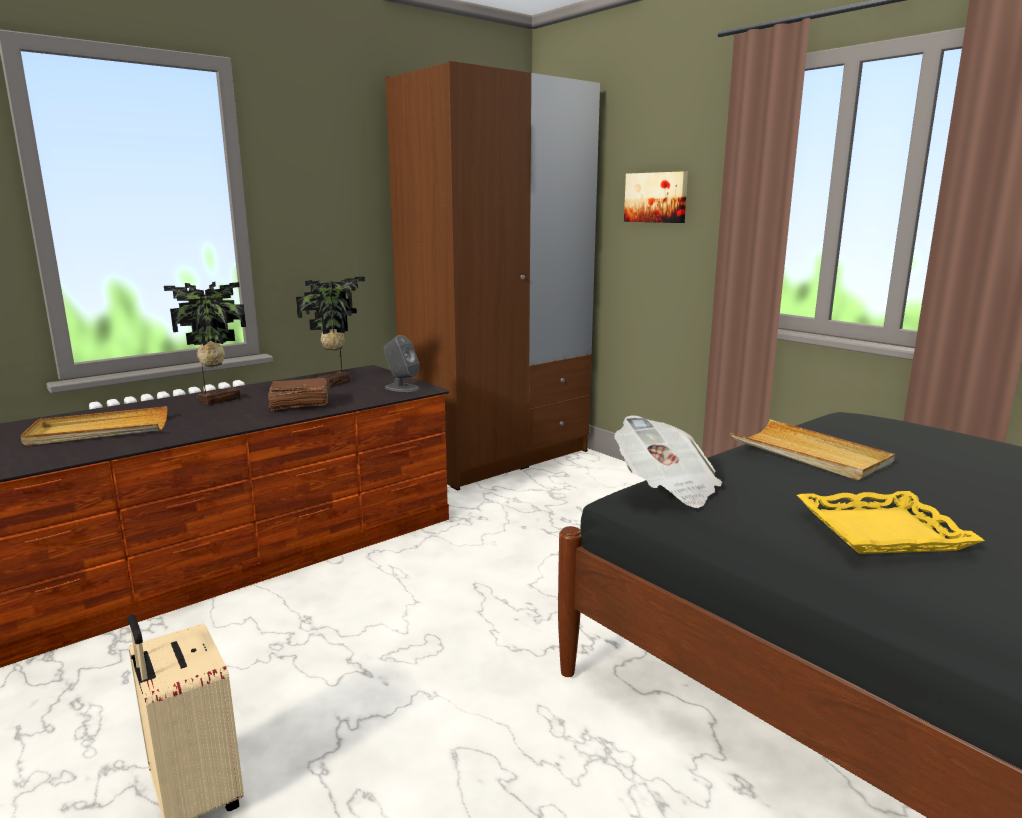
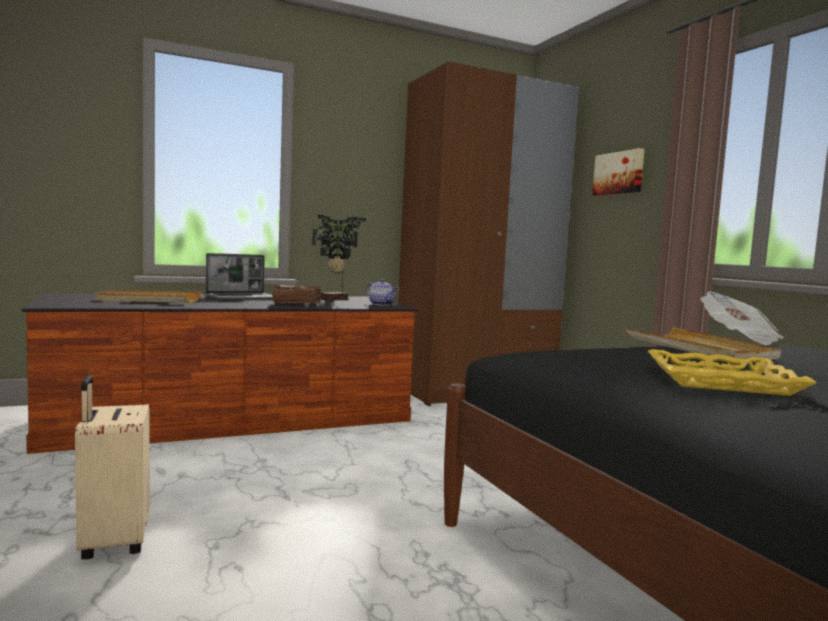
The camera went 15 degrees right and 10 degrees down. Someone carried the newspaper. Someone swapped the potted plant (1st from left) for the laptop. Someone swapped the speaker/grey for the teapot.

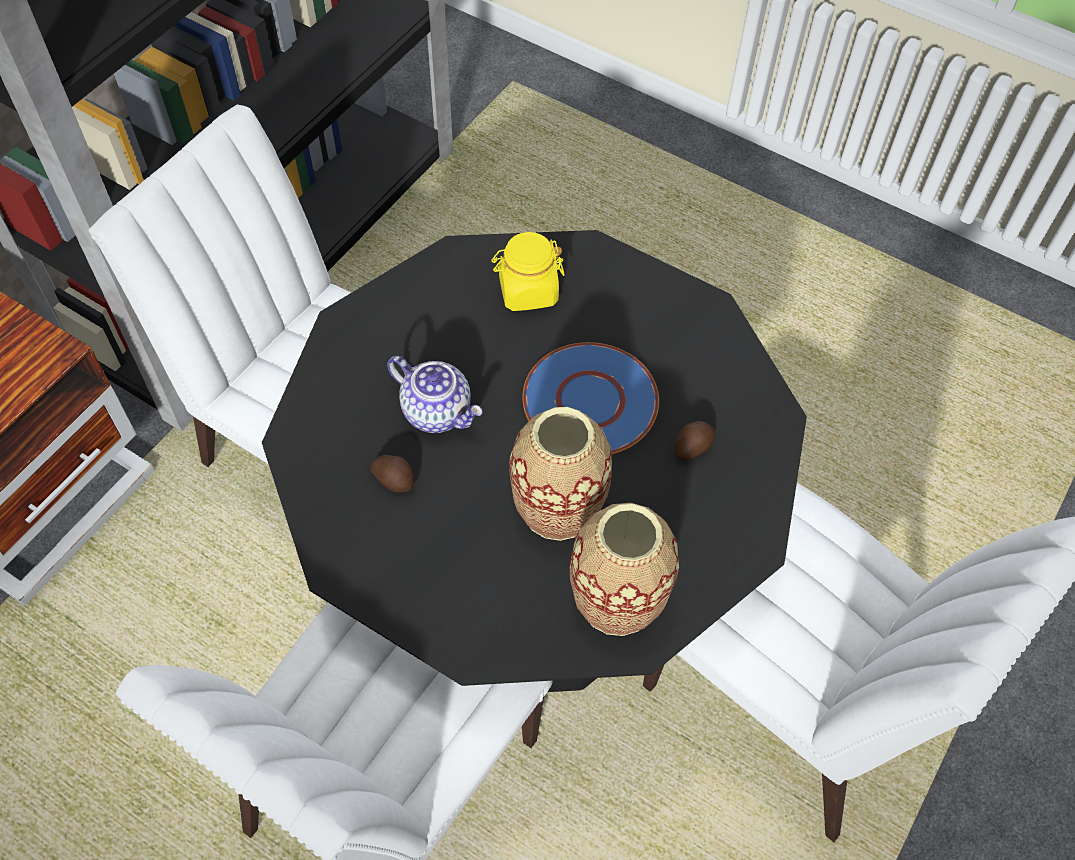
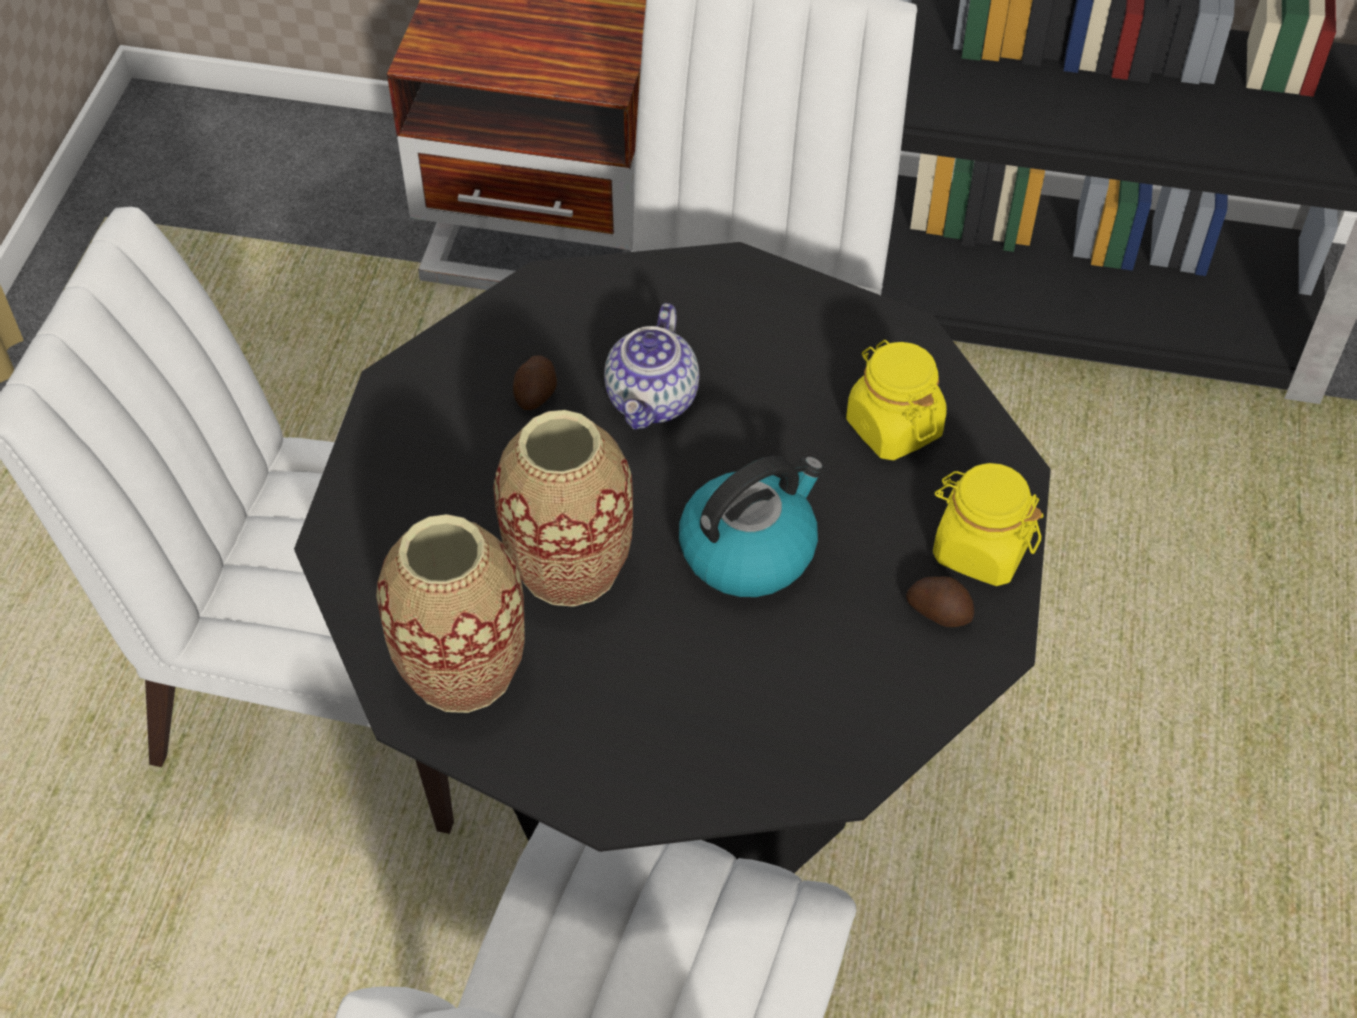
The camera went 70 degrees right and 5 degrees down. Someone put down the jar/yellow (2nd from left). Someone carried the potato (2nd from left). Someone swapped the plate/blue for the kettle.

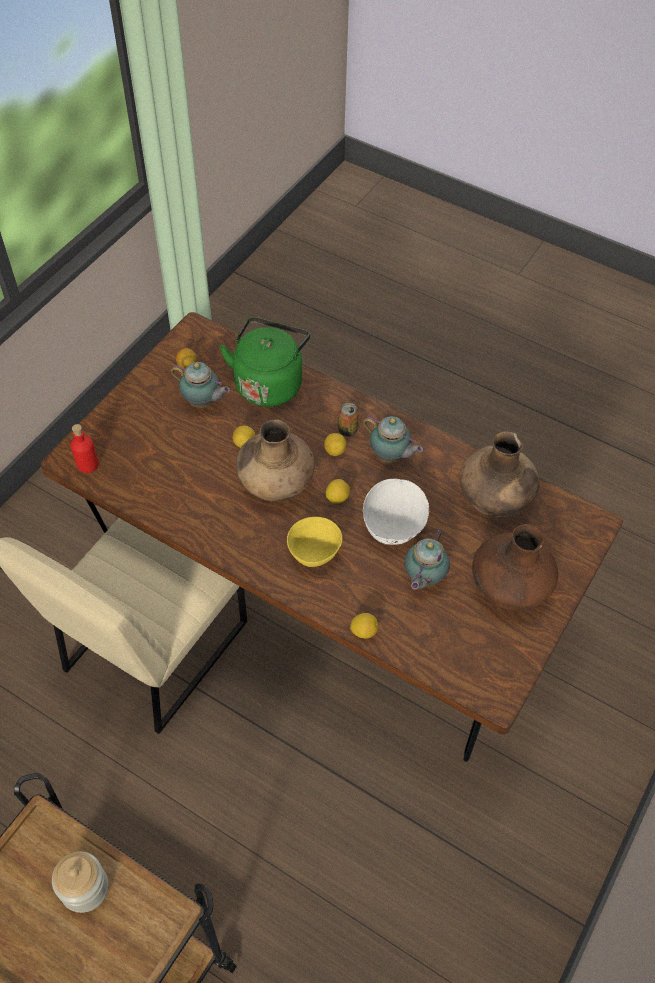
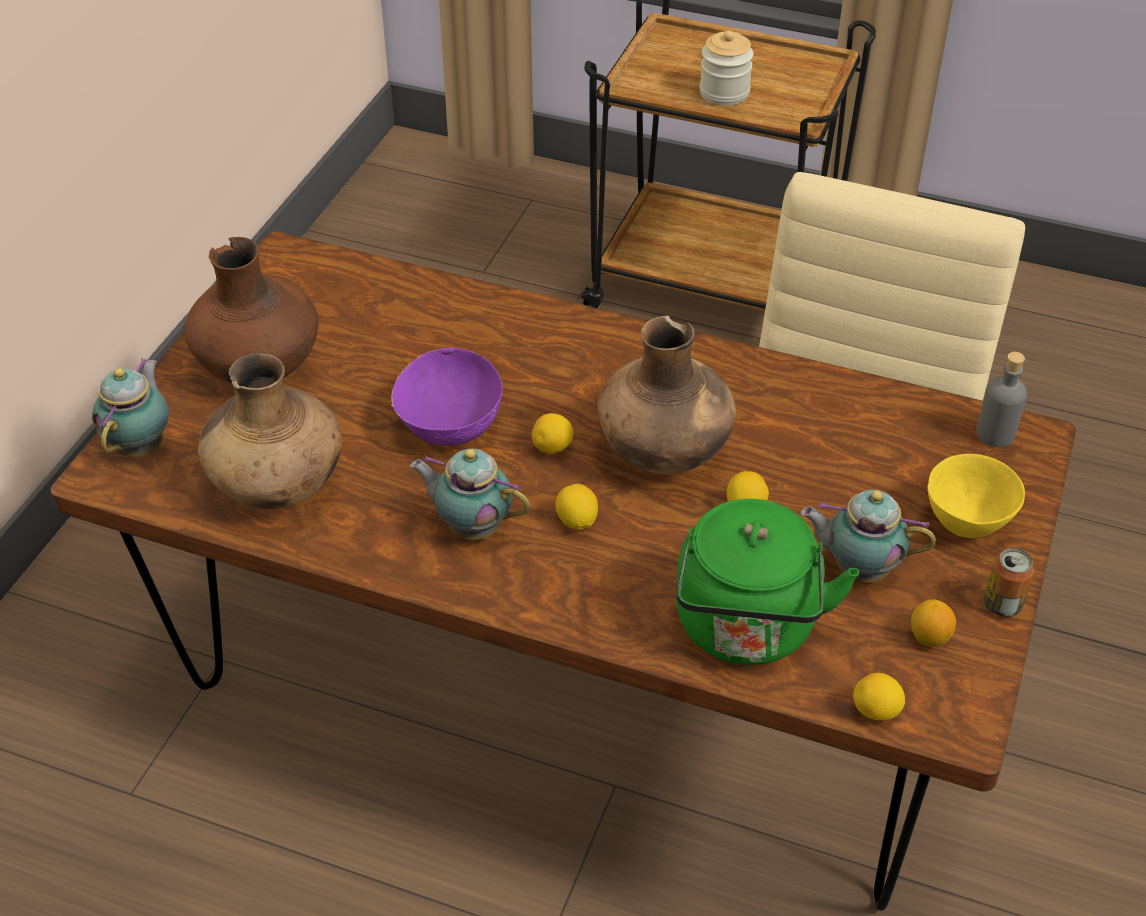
The camera went 170 degrees right and 10 degrees down. Someone carried the bowl/yellow. Someone carried the can. Someone carried the lemon (5th from left in the first image). Someone carried the teapot (3rd from left in the first image). Someone repainted the bottle/red, which became the bottle/grey. Someone repainted the bowl/white, which became the bowl/purple.

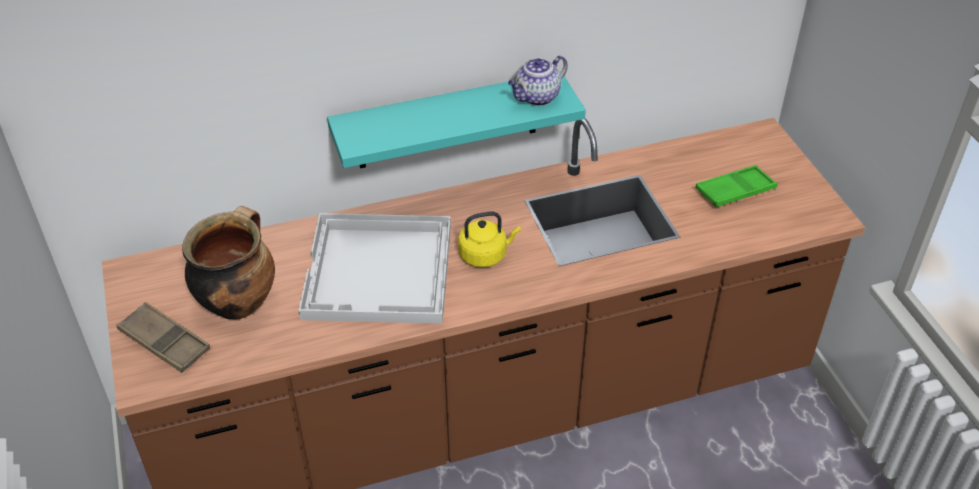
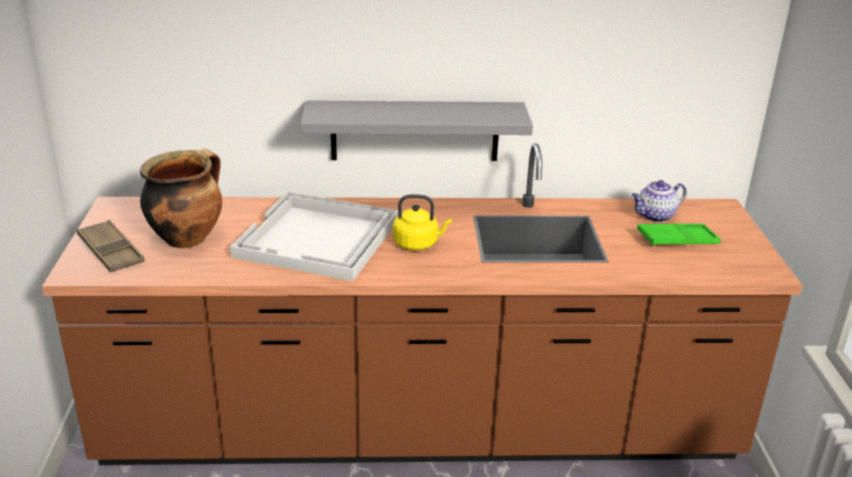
The camera went 15 degrees right and 15 degrees down. Someone carried the teapot. Someone repainted the shelf/turquoise, which became the shelf/grey.

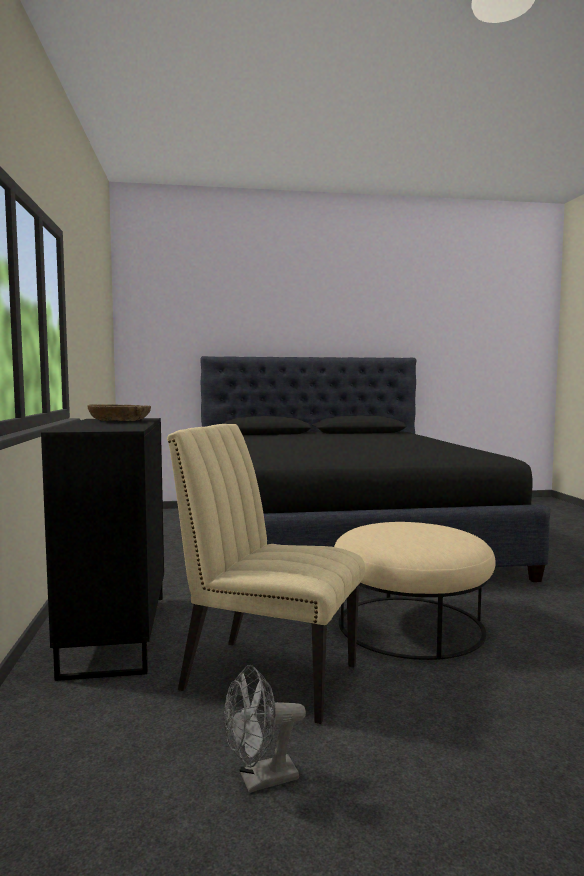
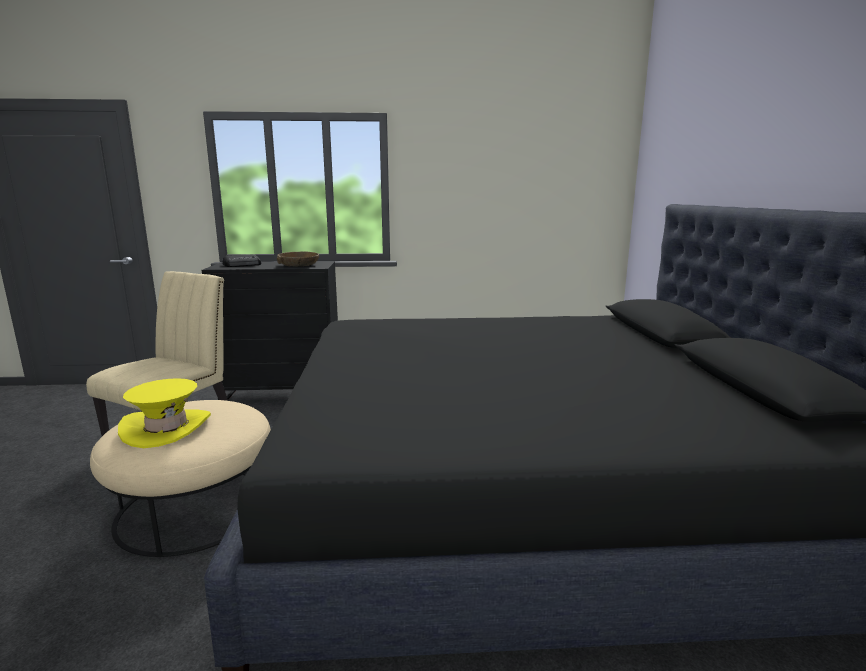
The camera went 95 degrees right and 10 degrees up. Someone took away the fan/grey. Someone put down the hat/yellow. Someone put down the radio.

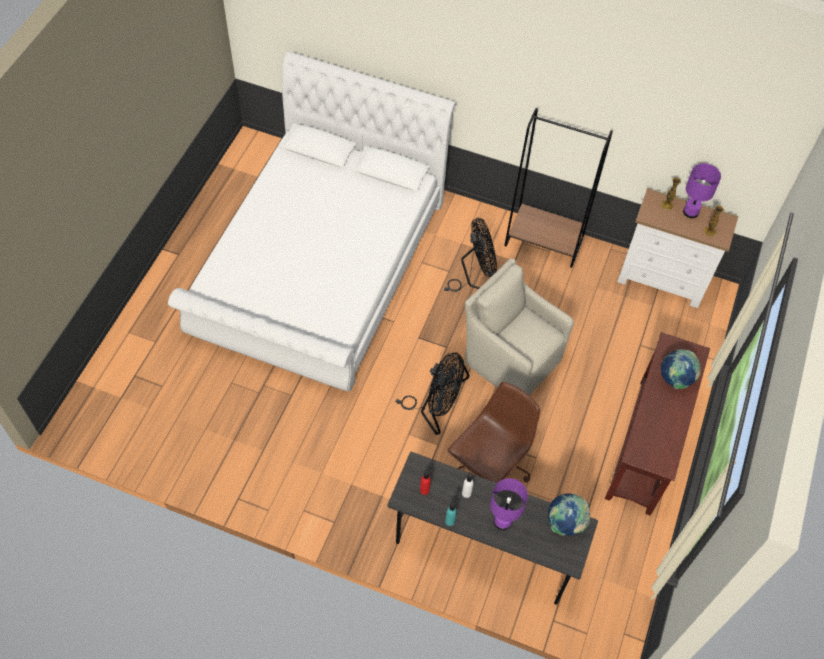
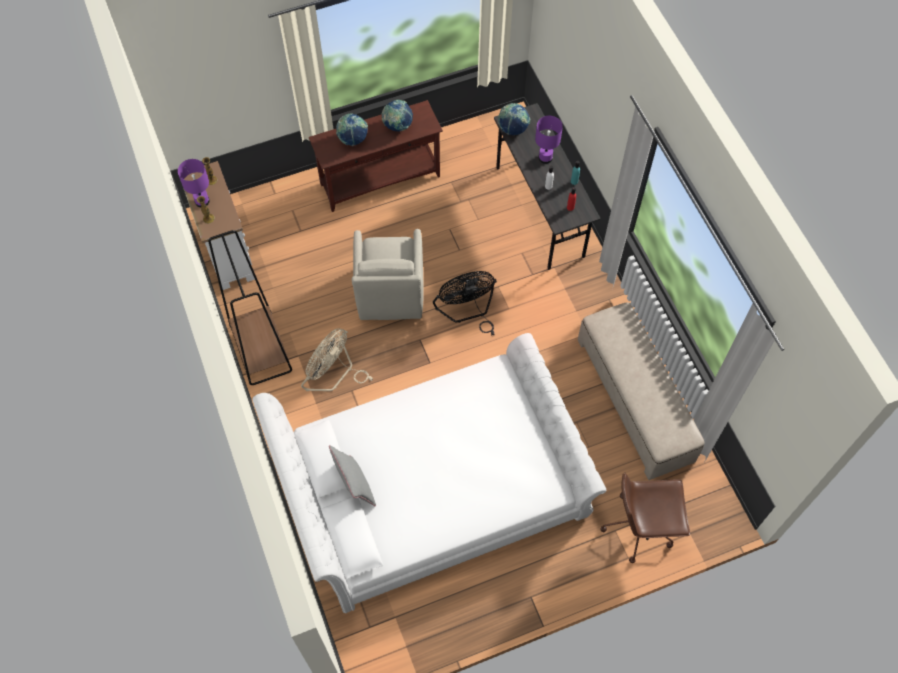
The camera went 130 degrees left and 5 degrees up. Someone put down the pillow/grey. Someone put down the globe (2nd from left). Someone put down the bench/beige. Someone carried the office chair/brown. Someone repainted the fan/black (2nd from left), which became the fan/beige.

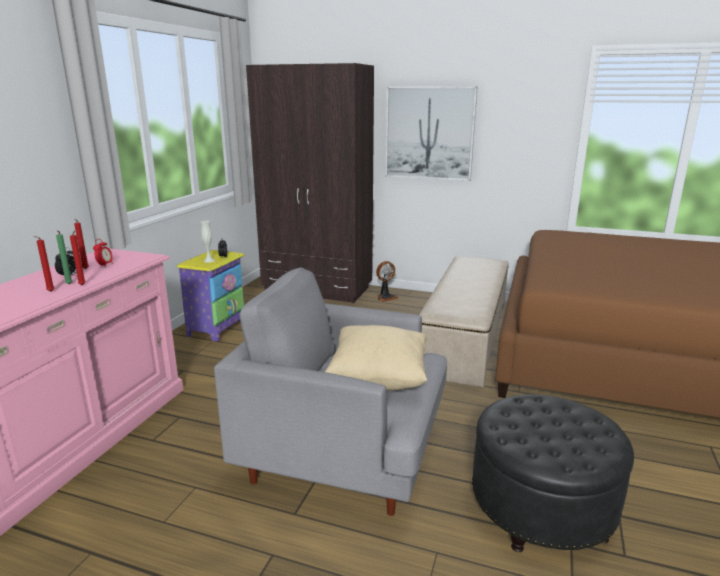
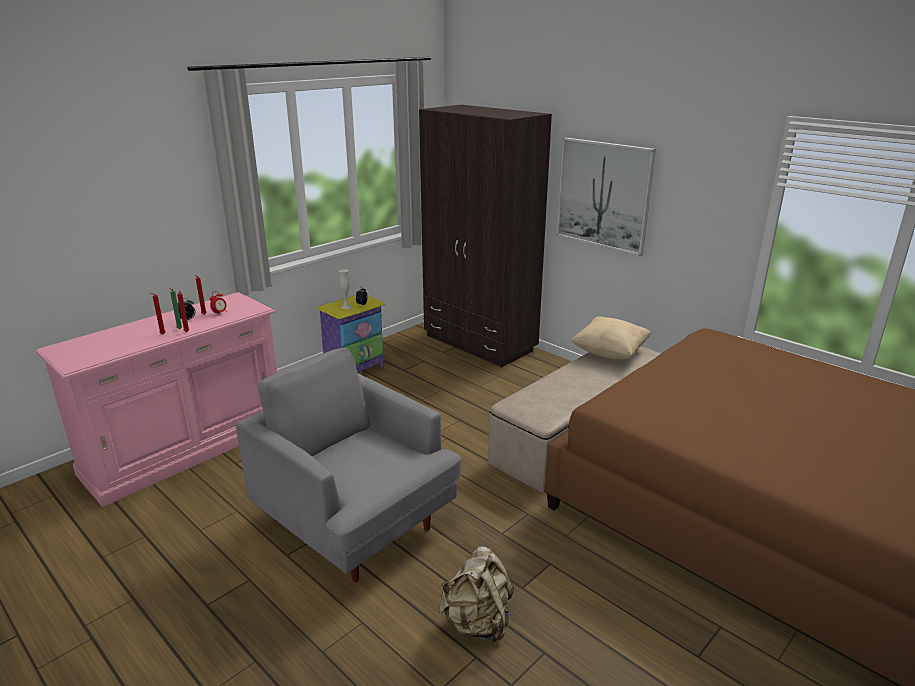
The camera went 25 degrees right and 5 degrees up. Someone took away the fan. Someone carried the pillow/beige. Someone swapped the ottoman/black for the backpack/beige.

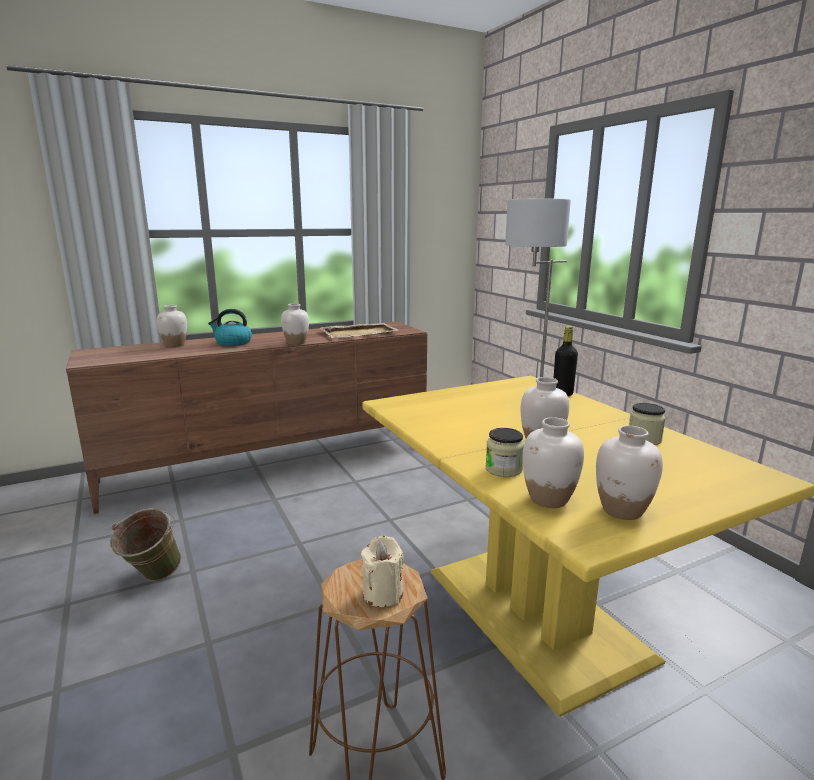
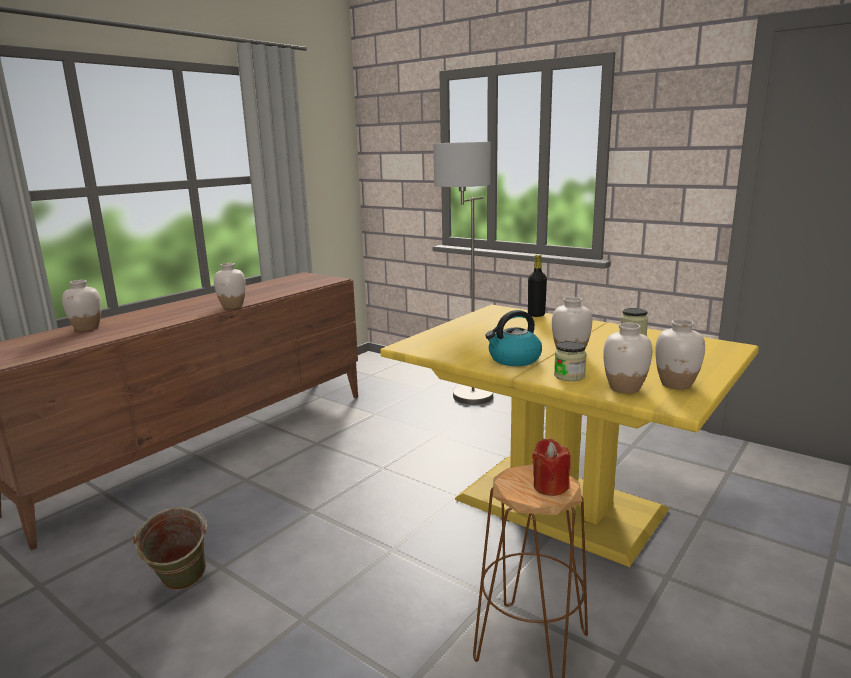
The camera went 25 degrees left and 0 degrees up. Someone took away the tray/beige. Someone carried the kettle. Someone repainted the candle/beige, which became the candle/red.

